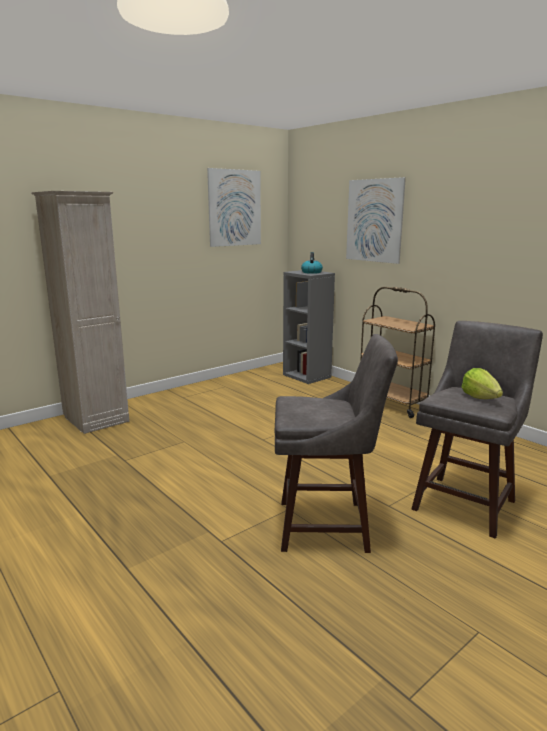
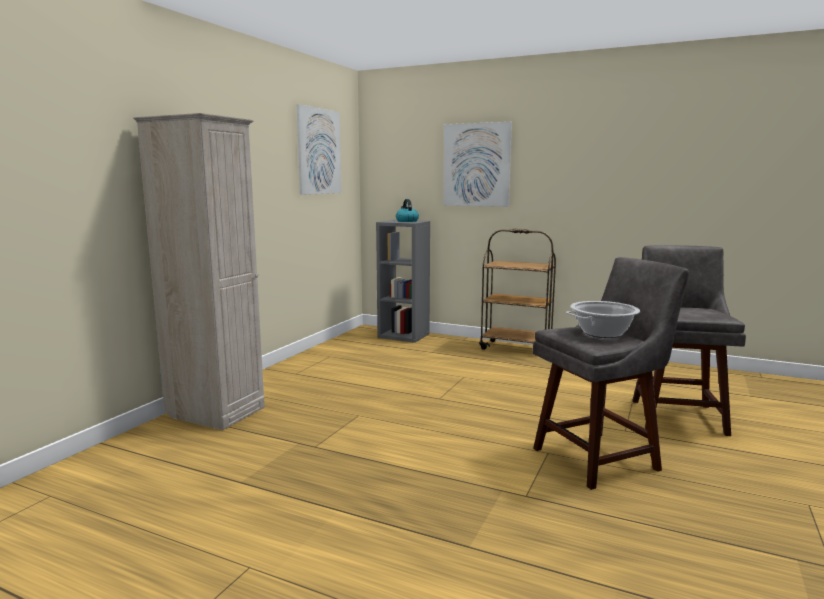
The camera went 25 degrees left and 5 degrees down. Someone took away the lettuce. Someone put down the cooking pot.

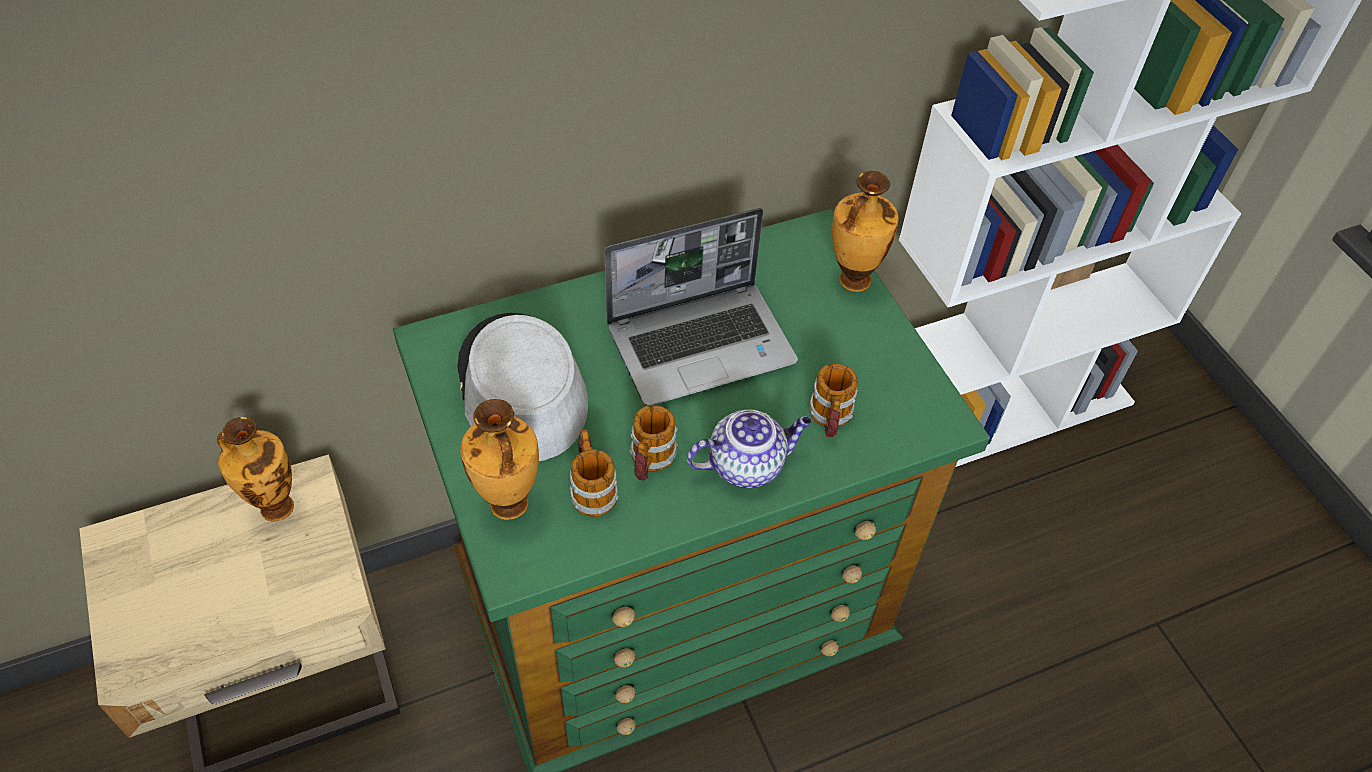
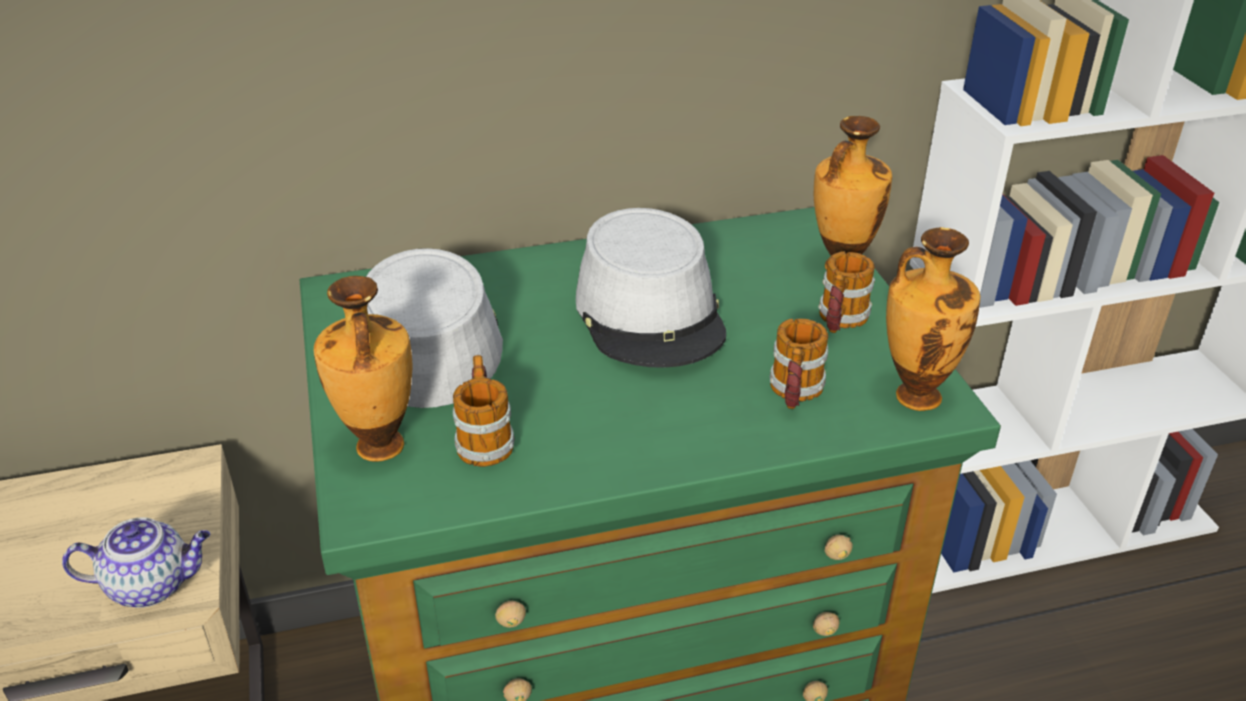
The camera went 10 degrees right and 15 degrees down. Someone carried the vase (1st from left in the first image). Someone carried the mug (2nd from left in the first image). Someone carried the teapot. Someone swapped the laptop for the hat/grey (2nd from left).

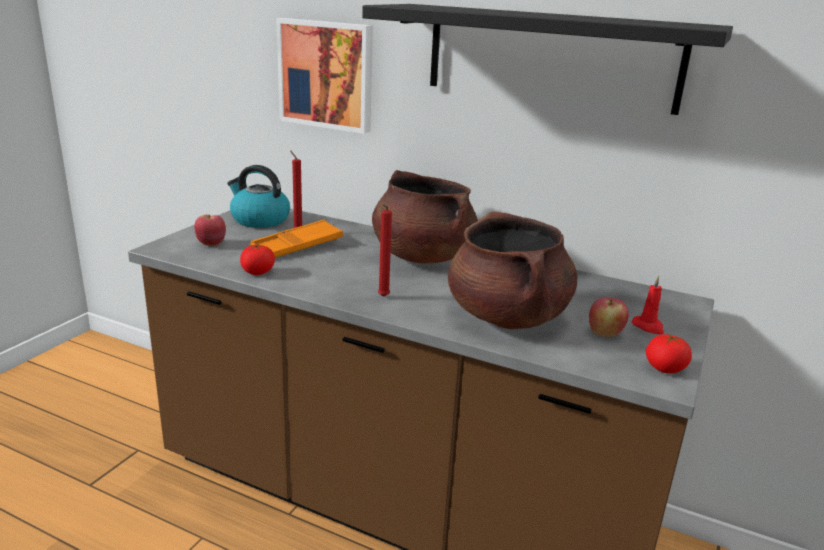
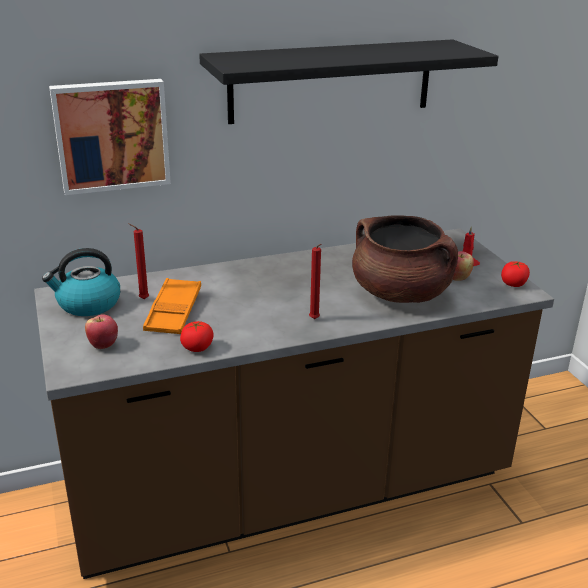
The camera went 45 degrees left and 5 degrees up. Someone took away the cooking pot/brown (1st from left).

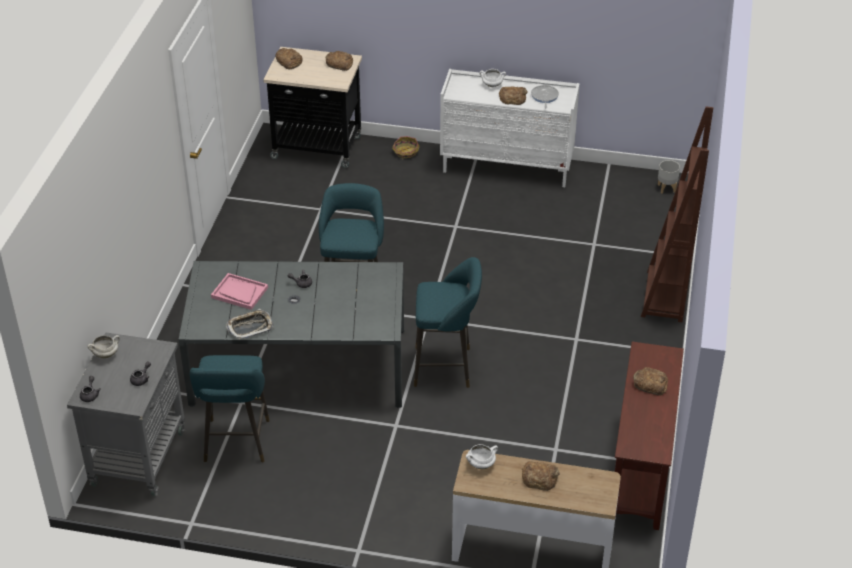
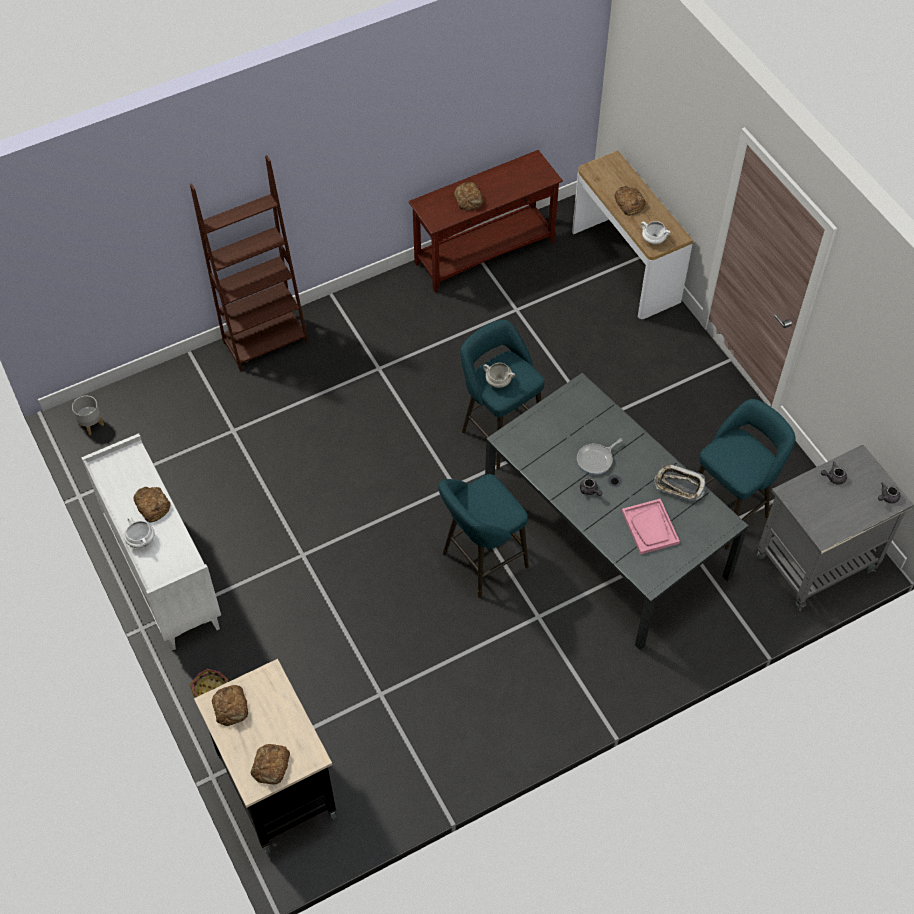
The camera went 130 degrees left and 15 degrees up. Someone carried the cooking pot/white (1st from left in the first image). Someone carried the frying pan.

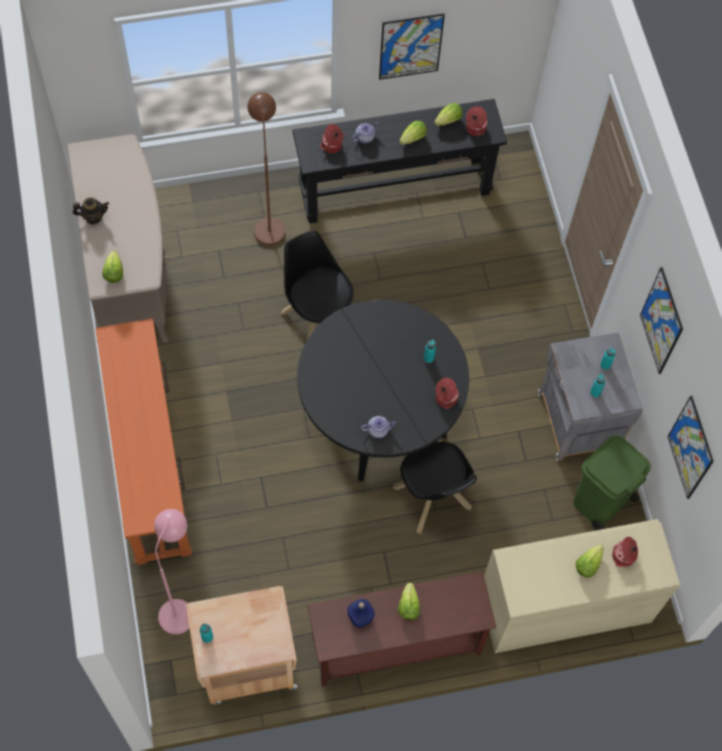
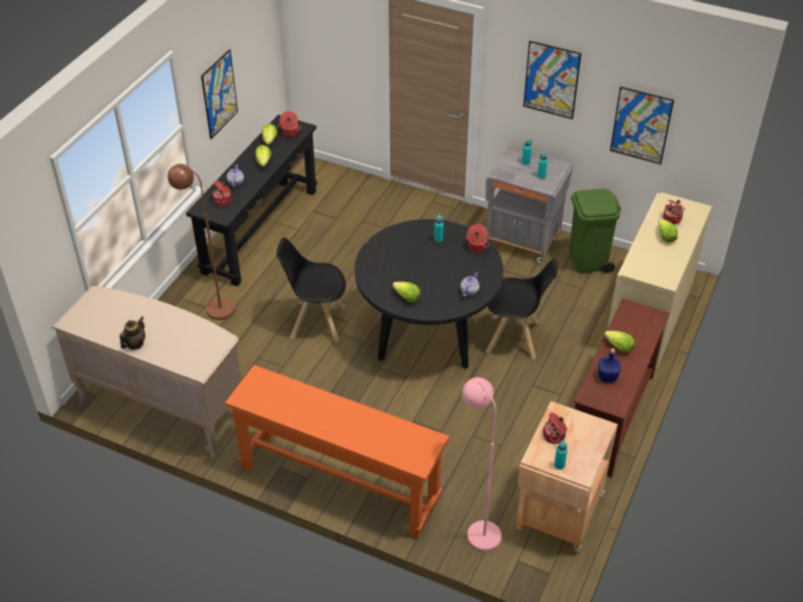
The camera went 50 degrees left and 20 degrees down. Someone put down the cooking pot (4th from left). Someone carried the lettuce (1st from left in the first image).

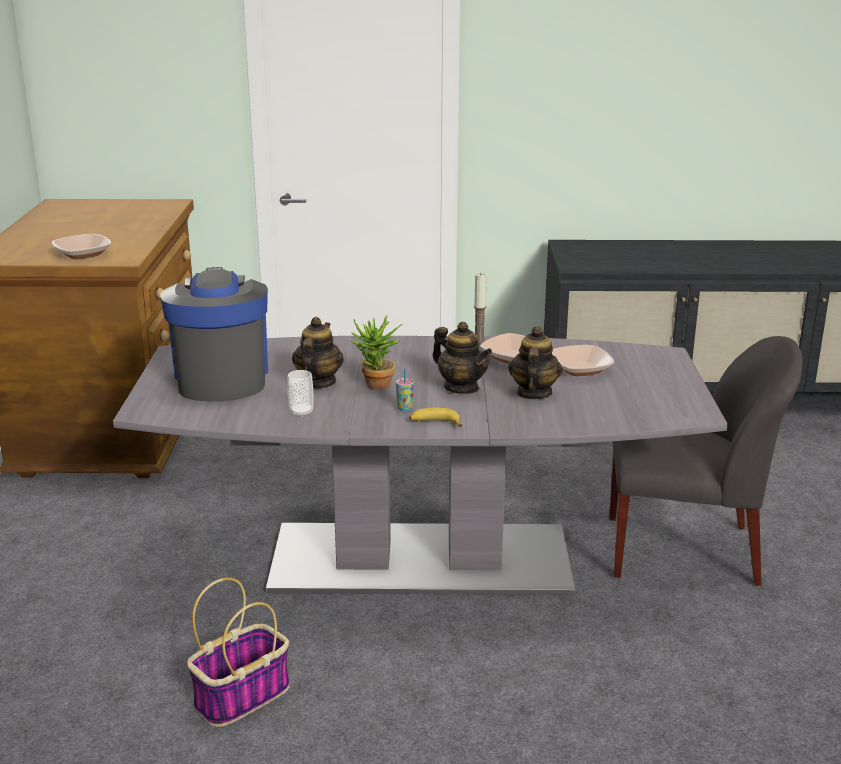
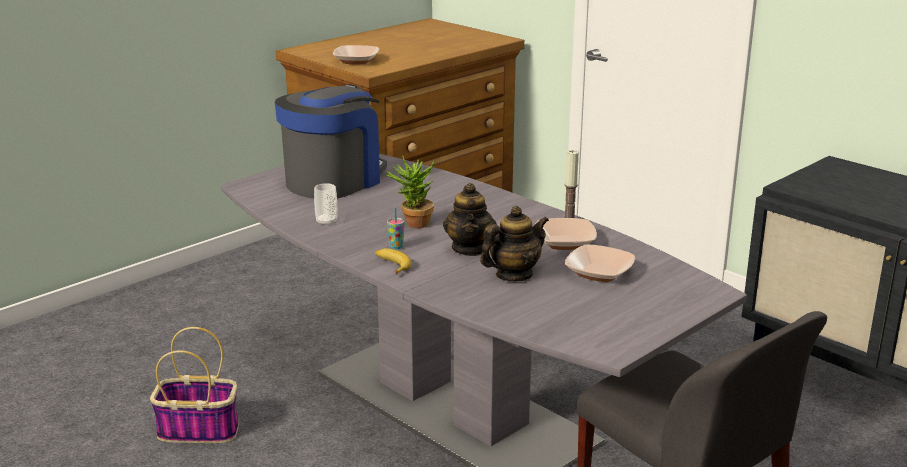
The camera went 45 degrees right and 0 degrees up. Someone took away the teapot (1st from left).

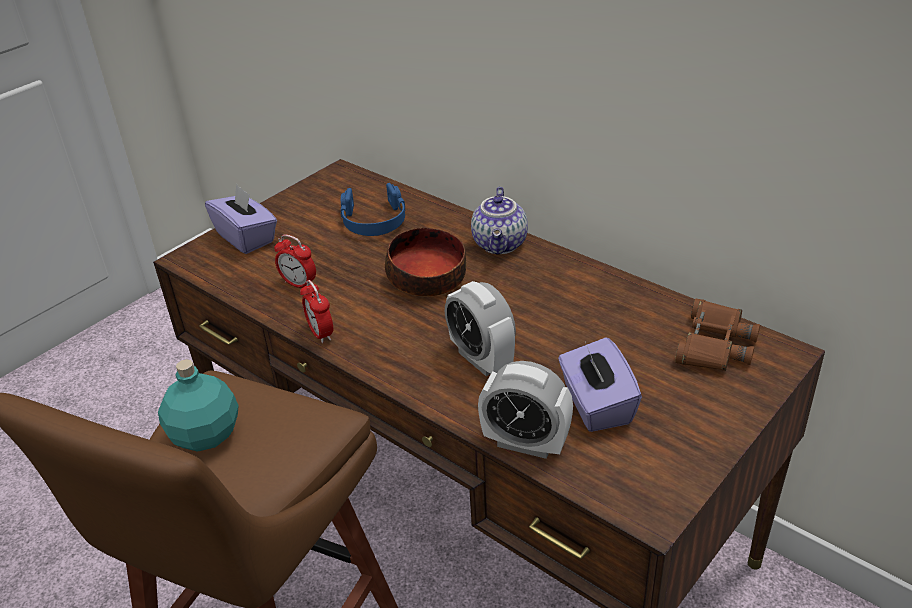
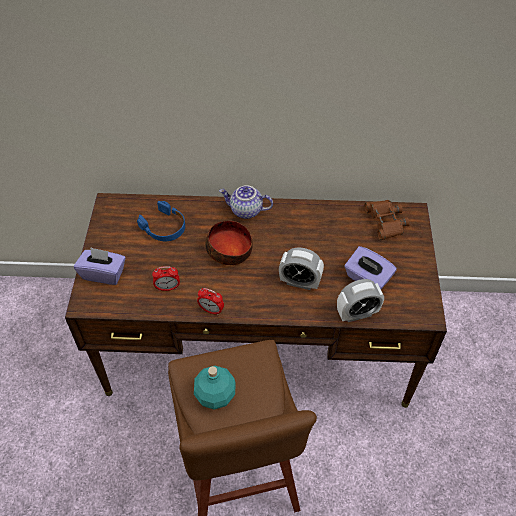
The camera went 40 degrees left and 15 degrees up. Someone rotated the teapot by 135 degrees clockwise.

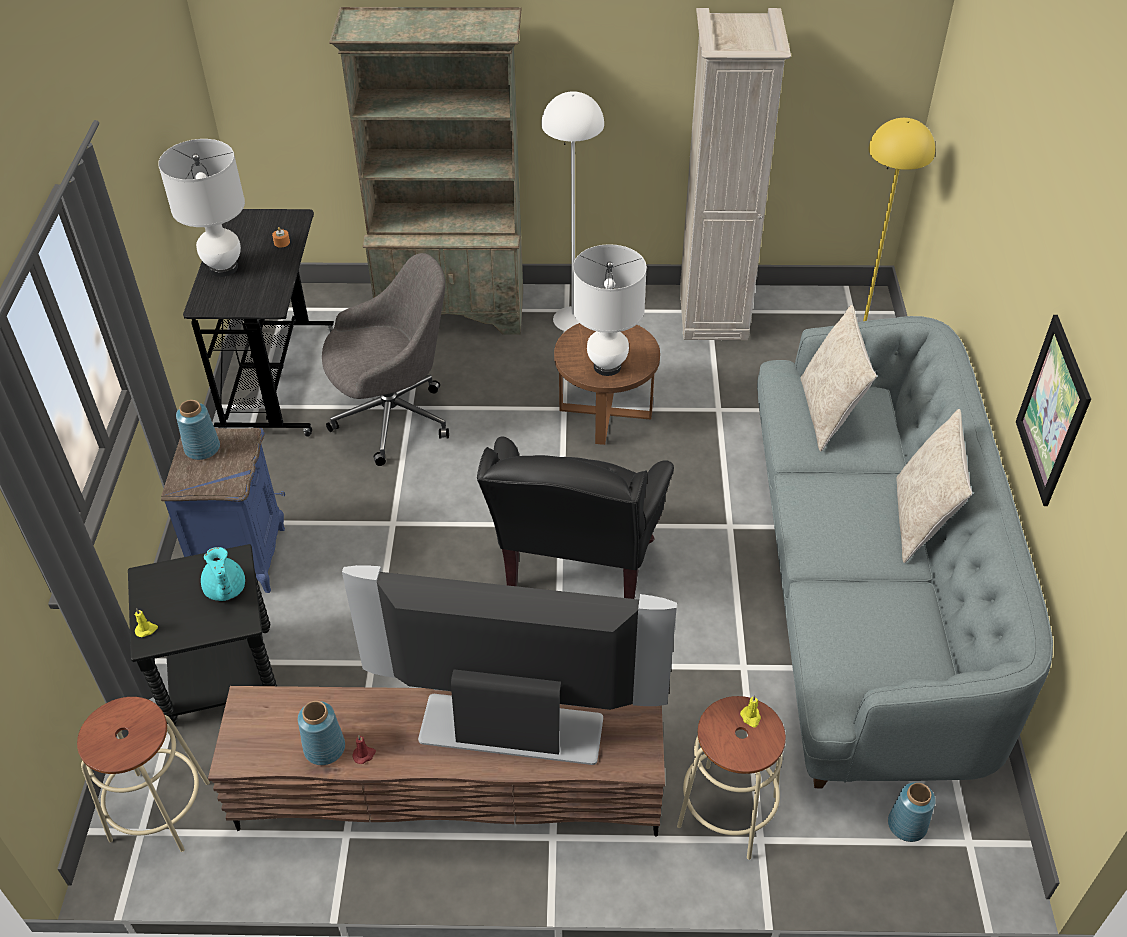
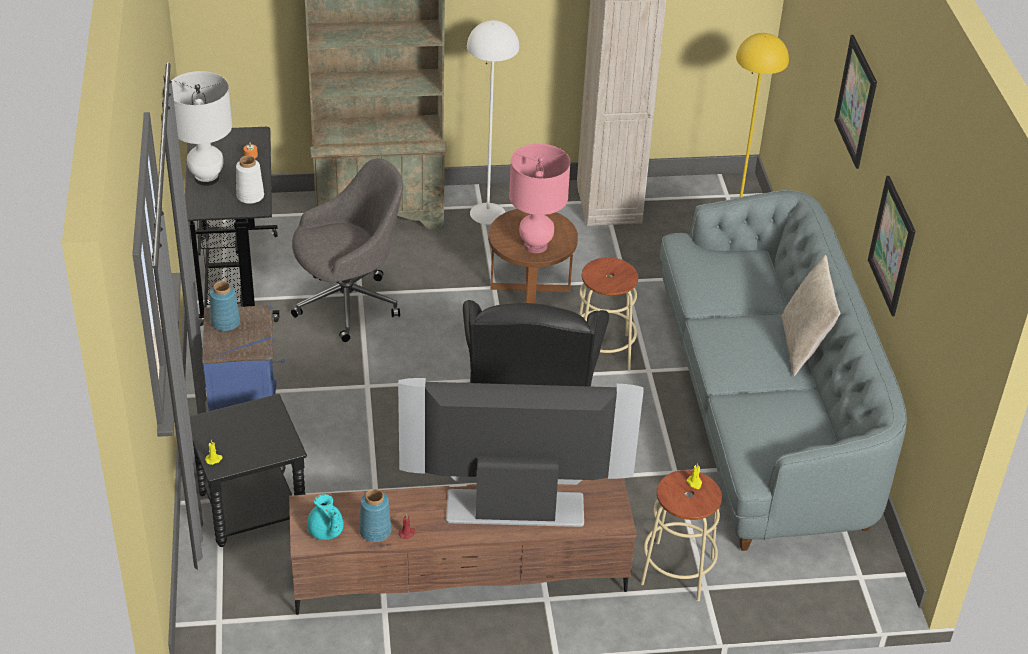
The camera went 10 degrees left and 5 degrees down. Someone took away the pillow/beige (1st from left). Someone took away the vase/blue (3rd from left). Someone put down the vase/white. Someone put up the picture (1st from left). Someone carried the stool/beige (1st from left). Someone carried the teapot/turquoise. Someone repainted the table lamp/white (2nd from left), which became the table lamp/pink.

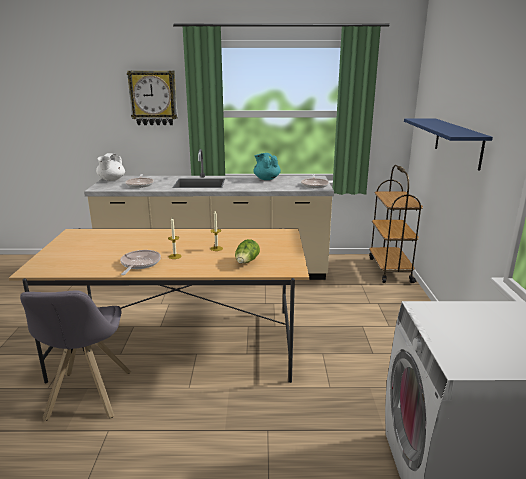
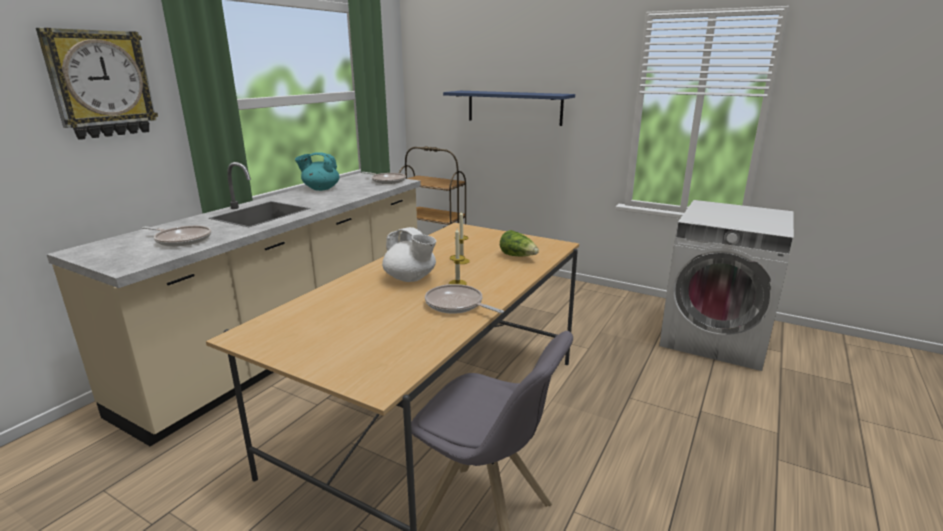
The camera went 60 degrees left and 0 degrees up. Someone carried the teapot/white.

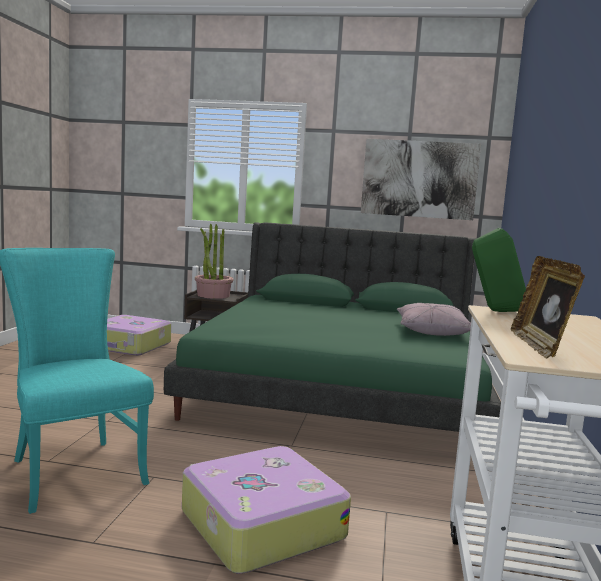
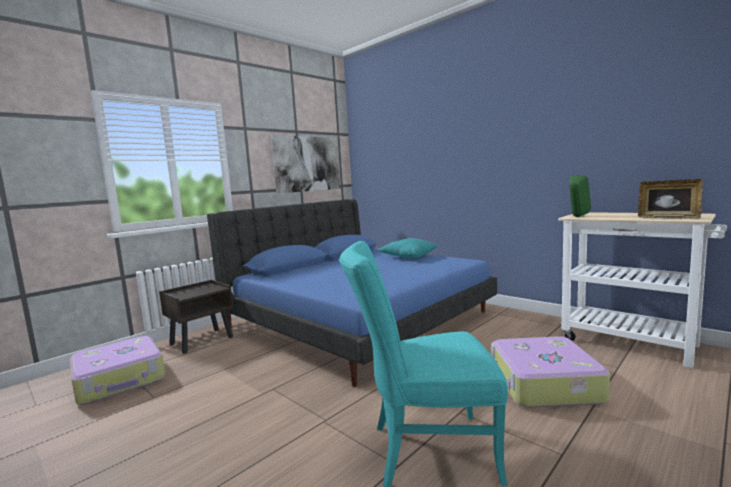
The camera went 55 degrees left and 0 degrees up. Someone took away the potted plant. Someone repainted the bed/green, which became the bed/blue. Someone repainted the pillow/purple, which became the pillow/turquoise.

